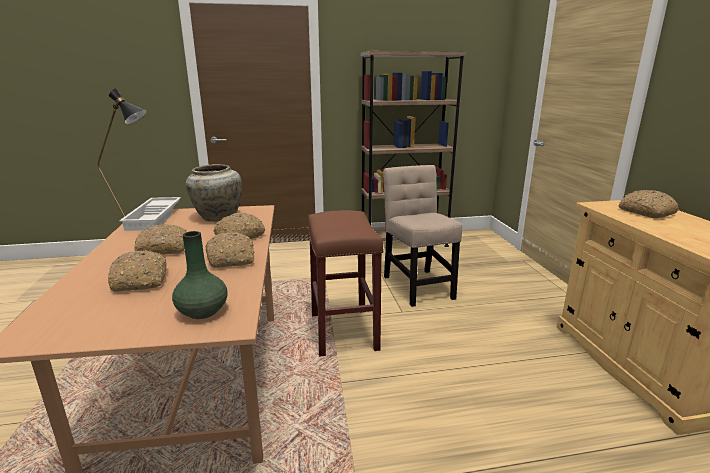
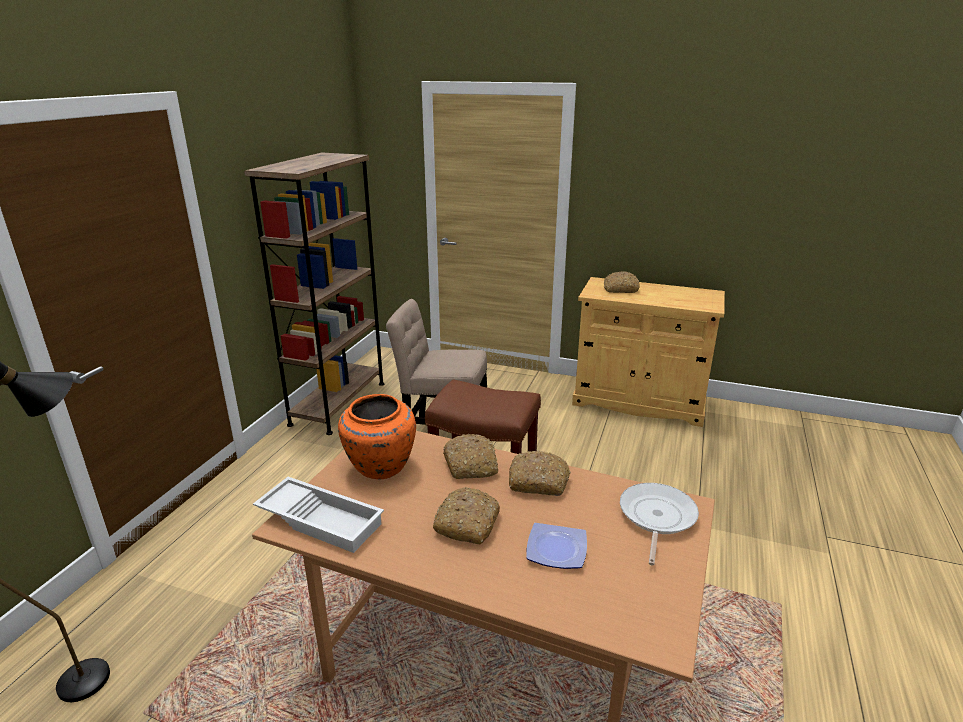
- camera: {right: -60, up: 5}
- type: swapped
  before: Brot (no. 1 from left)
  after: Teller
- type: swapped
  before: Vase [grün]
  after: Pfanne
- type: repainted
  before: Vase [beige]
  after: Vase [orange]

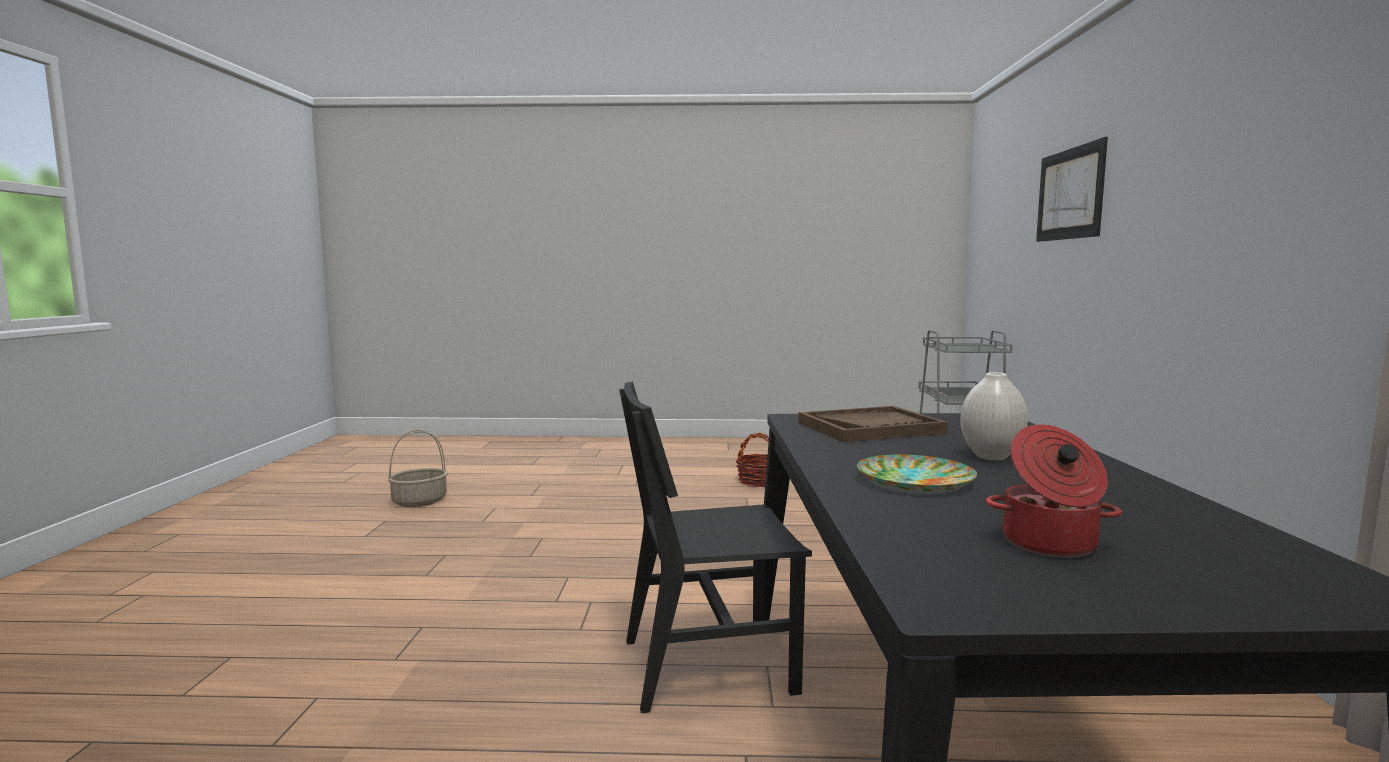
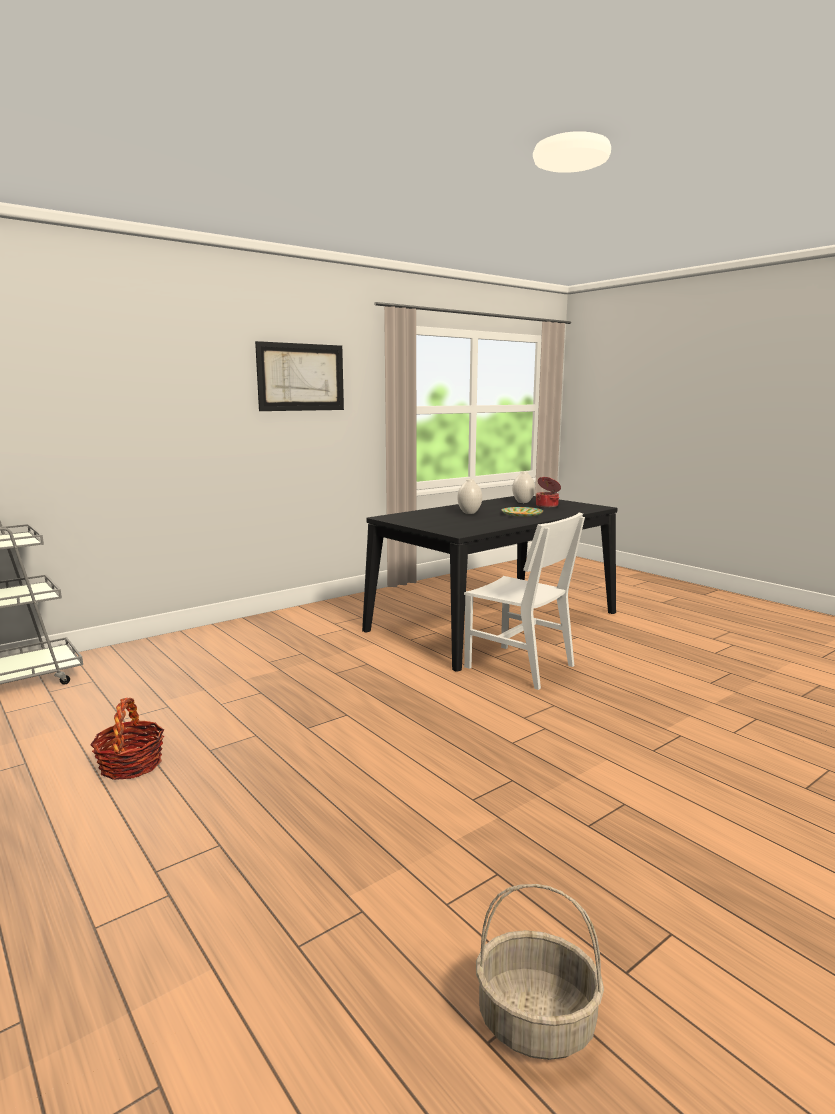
- camera: {right: -130, up: 5}
- type: repainted
  before: Stuhl [schwarz]
  after: Stuhl [weiß]
- type: gone
  before: Tablett [braun]
- type: shifted
  before: Bild
- type: new
  after: Vase [weiß] (no. 2 from left)

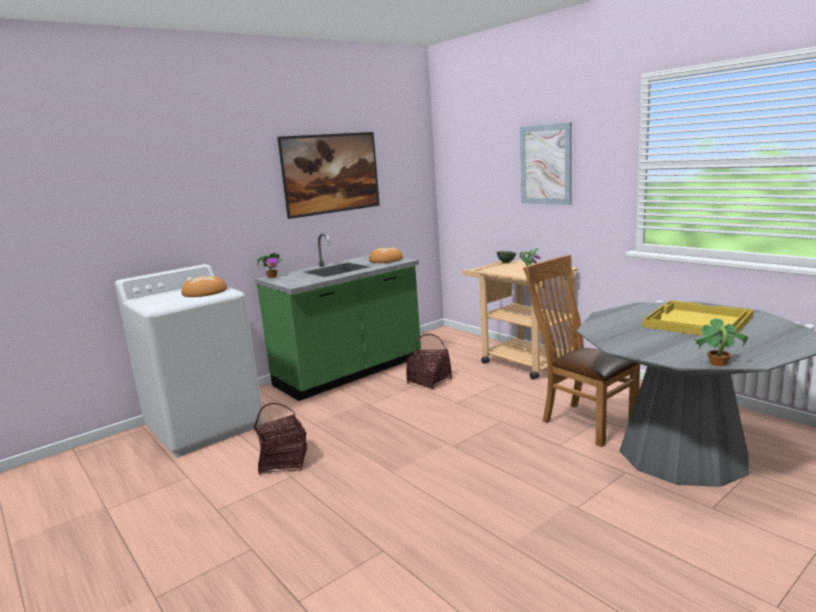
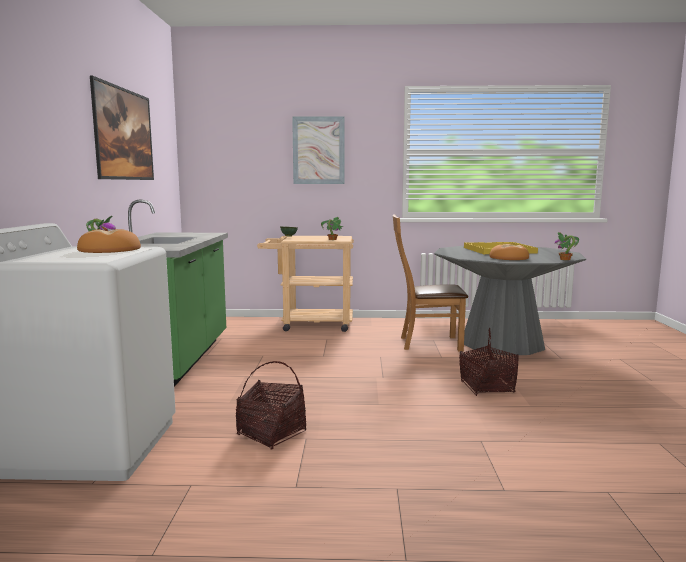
- camera: {right: -50, up: -5}
- type: shifted
  before: Brot (no. 2 from left)
- type: shifted
  before: Korb (no. 2 from left)

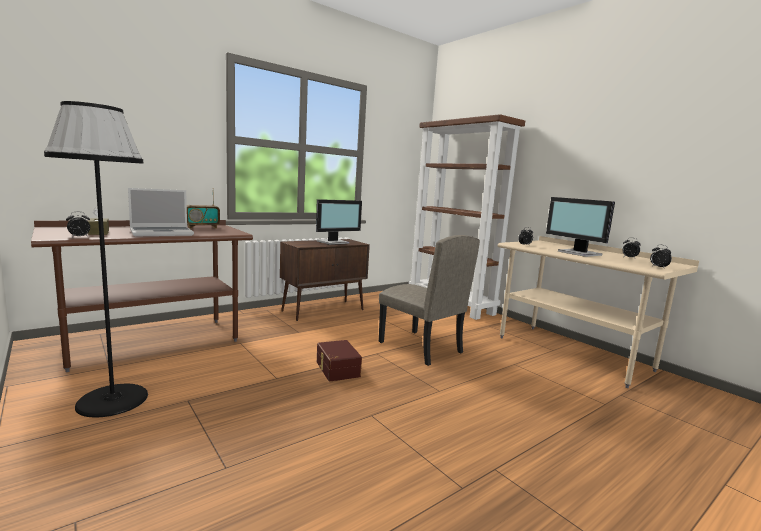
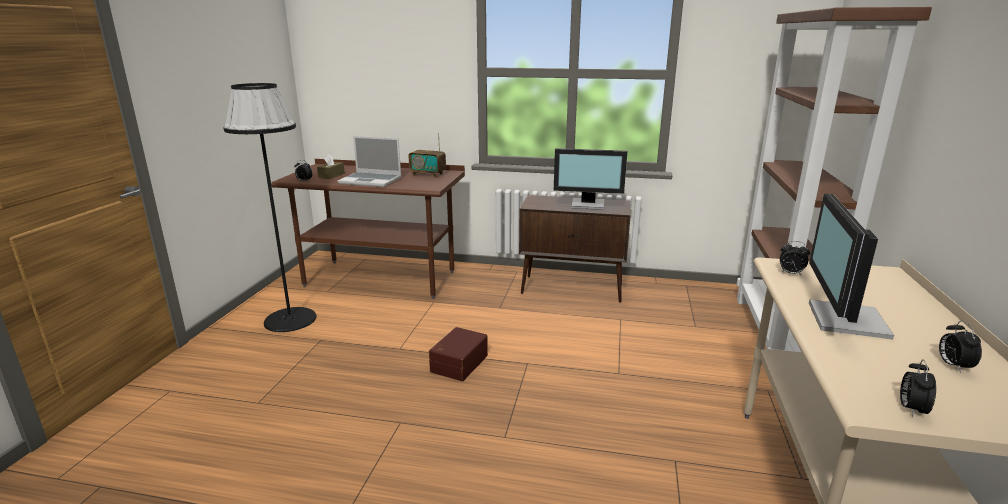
- camera: {right: 50, up: 10}
- type: gone
  before: Stuhl [beige]

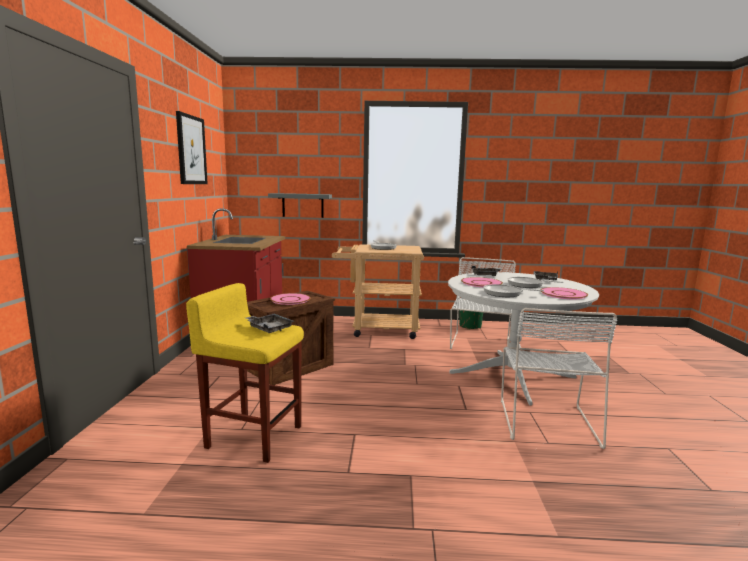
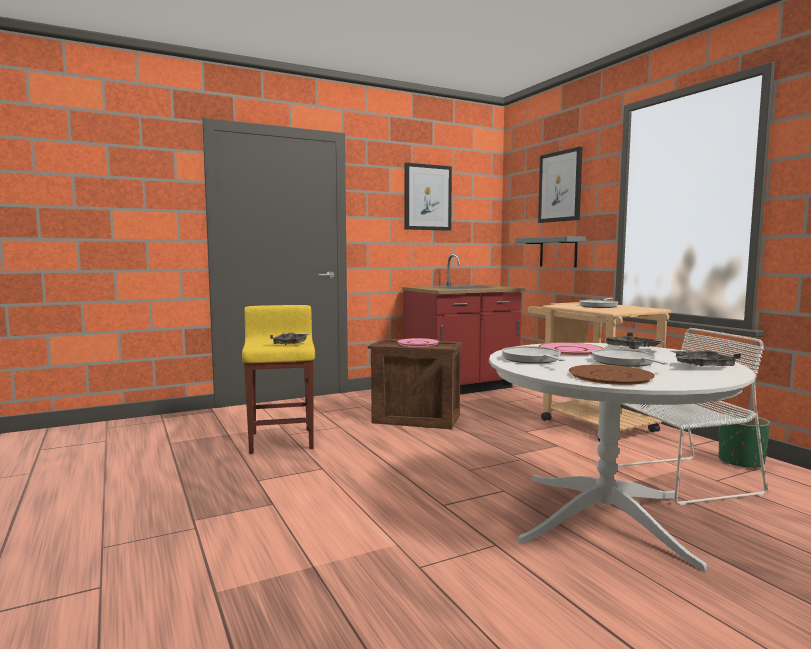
- camera: {right: 60, up: -5}
- type: gone
  before: Stuhl [weiß] (no. 2 from left)
- type: repainted
  before: Teller [rosa] (no. 3 from left)
  after: Teller [braun]
- type: new
  after: Bild (no. 2 from left)

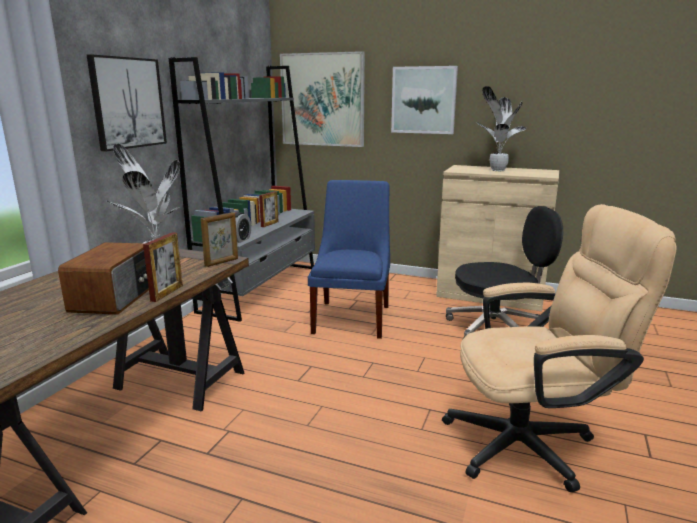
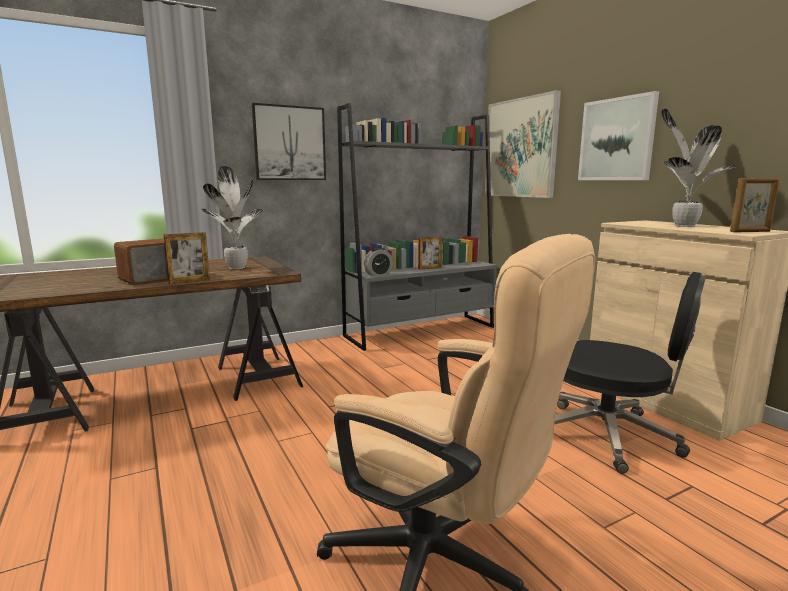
- camera: {right: 40, up: -5}
- type: shifted
  before: Bilderrahmen (no. 2 from left in the first image)
  after: Bilderrahmen (no. 3 from left)
- type: gone
  before: Stuhl [blau]

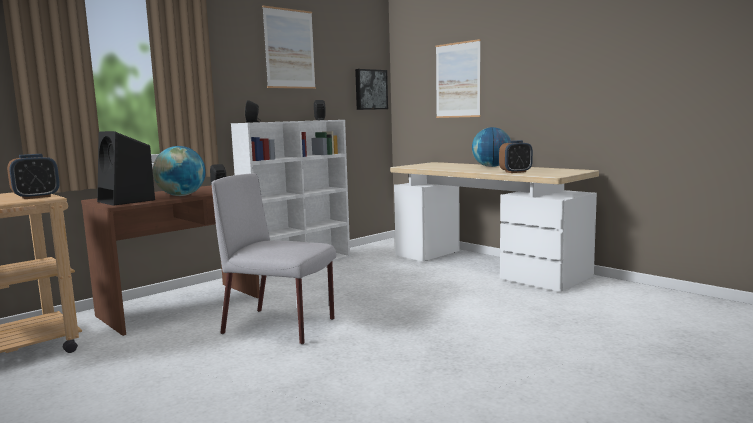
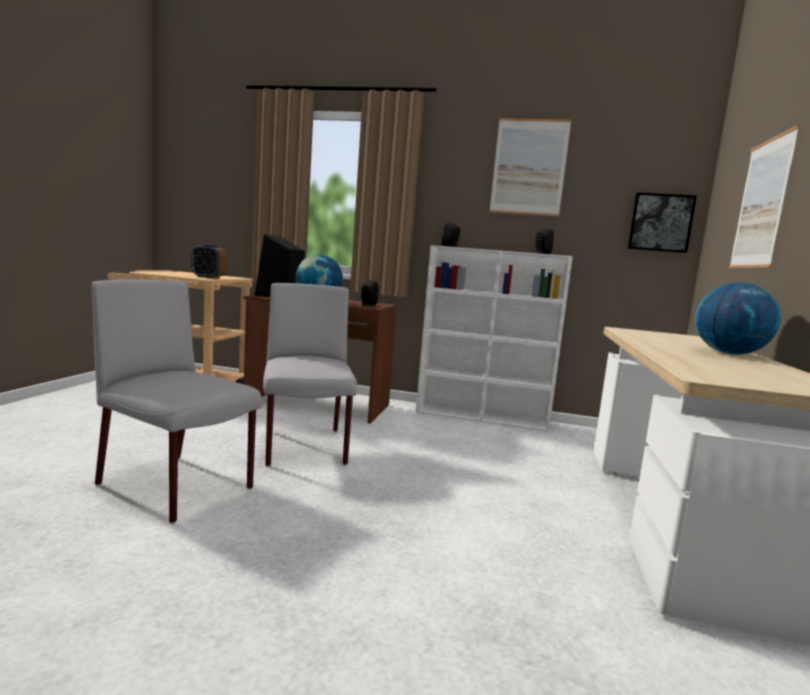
- camera: {right: 55, up: 0}
- type: gone
  before: Wecker (no. 2 from left)
- type: new
  after: Stuhl [grau] (no. 1 from left)

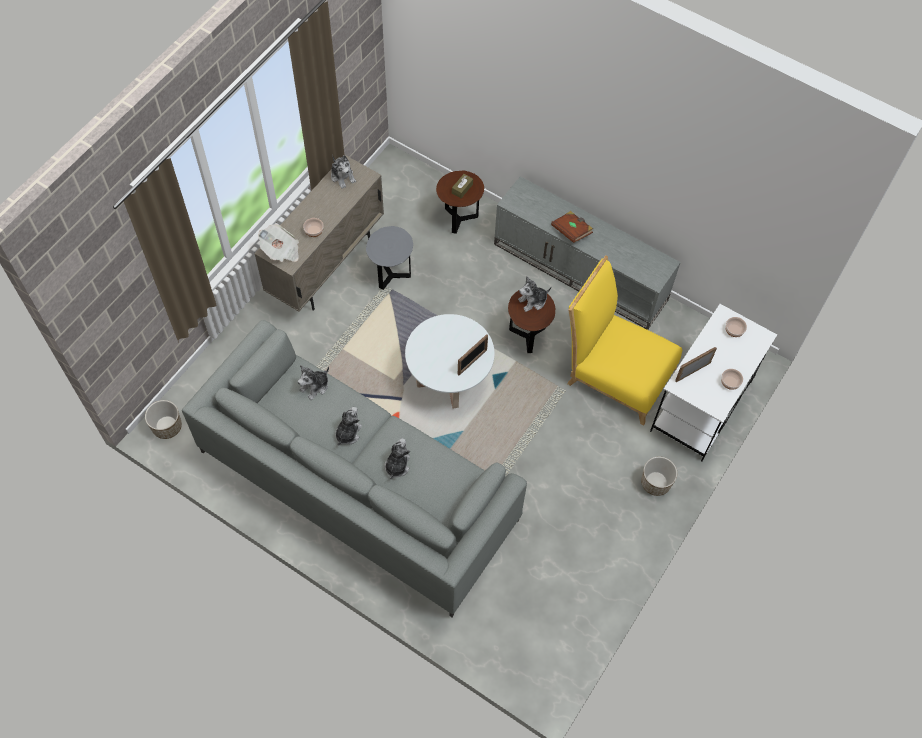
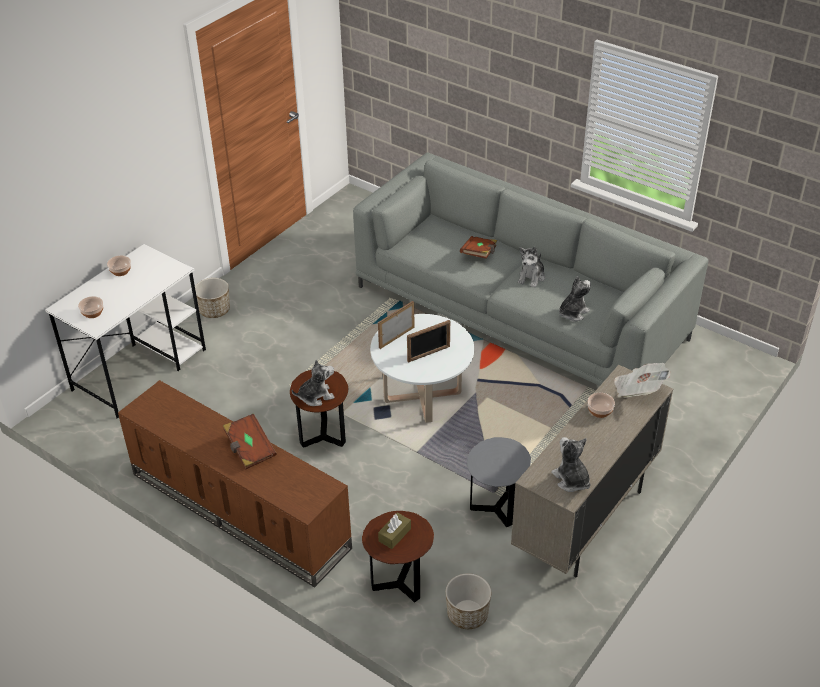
- camera: {right: -175, up: -20}
- type: shifted
  before: Pflanzkübel (no. 1 from left in the first image)
  after: Pflanzkübel (no. 2 from left)
- type: swapped
  before: Plüschtier (no. 4 from left)
  after: Buch [braun] (no. 2 from left)
- type: repainted
  before: Fernsehschrank [grau]
  after: Fernsehschrank [braun]
- type: gone
  before: Stuhl [gelb]
- type: shifted
  before: Bilderrahmen (no. 2 from left)

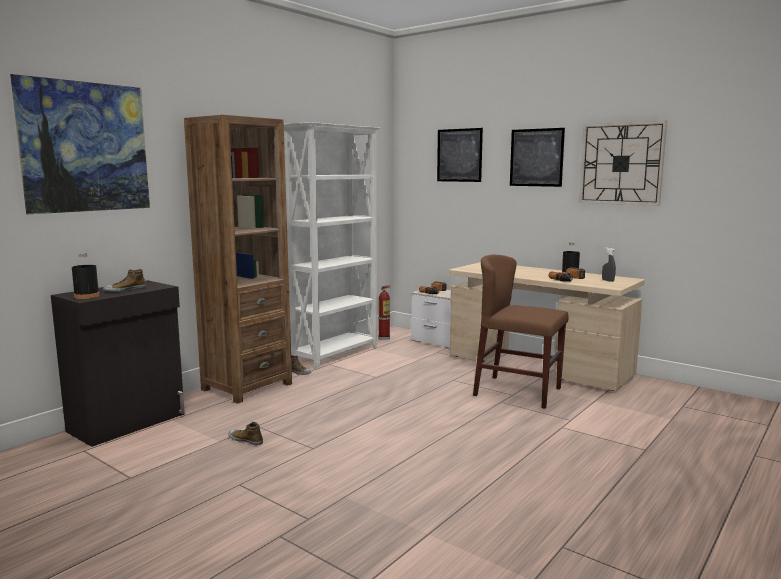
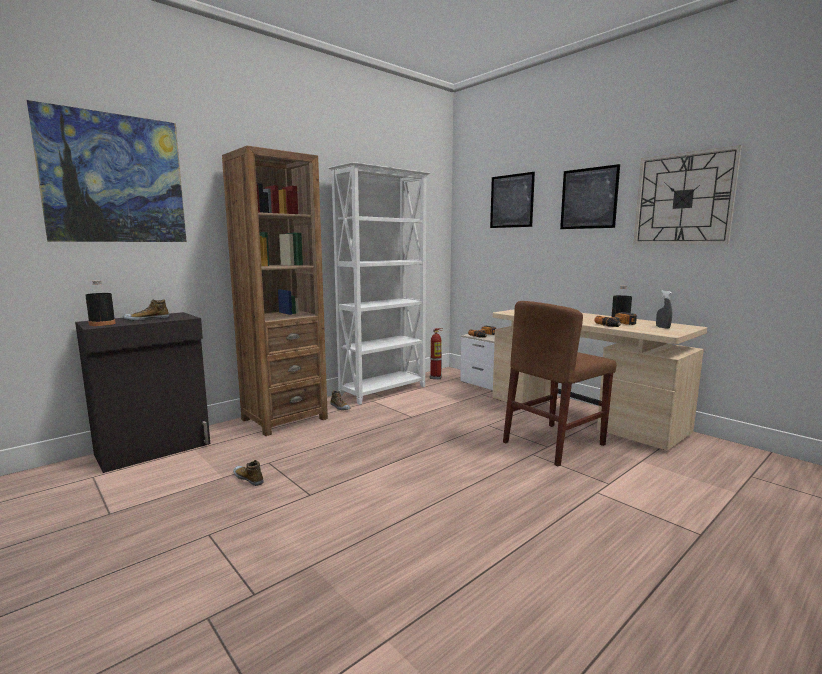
- camera: {right: 10, up: 0}
- type: rotated
  before: Stuhl [braun]
  turn: -75

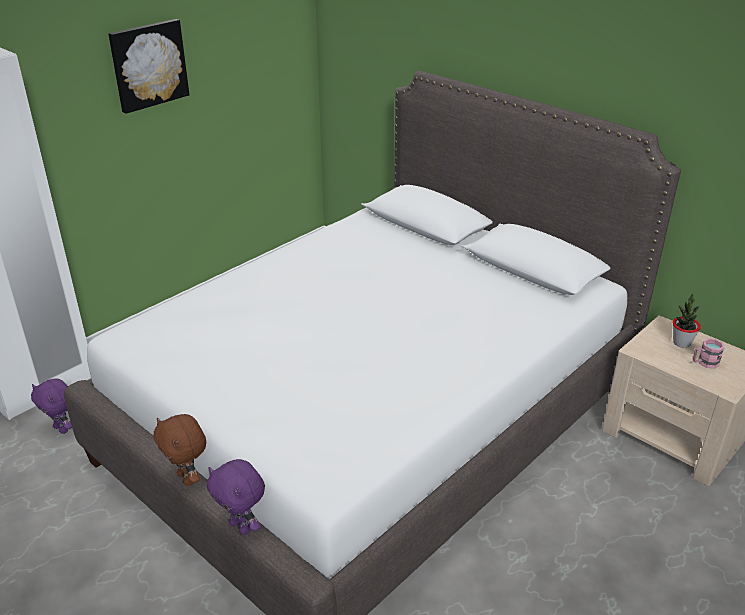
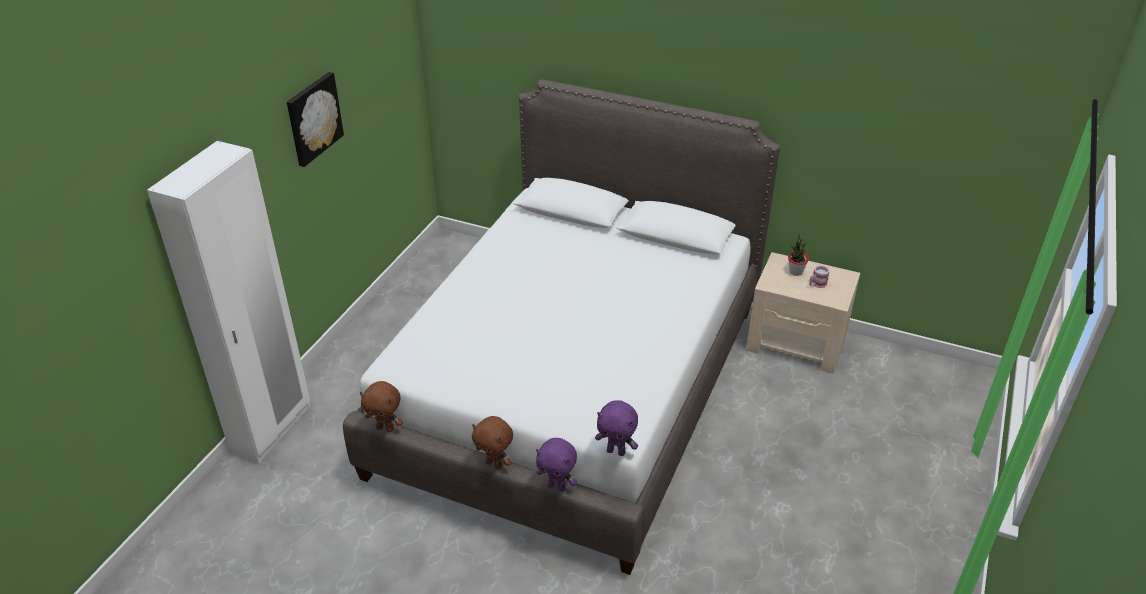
- camera: {right: -20, up: 5}
- type: shifted
  before: Plüschtier [lila] (no. 1 from left in the first image)
  after: Plüschtier [lila] (no. 2 from left)
- type: new
  after: Plüschtier [braun] (no. 1 from left)

